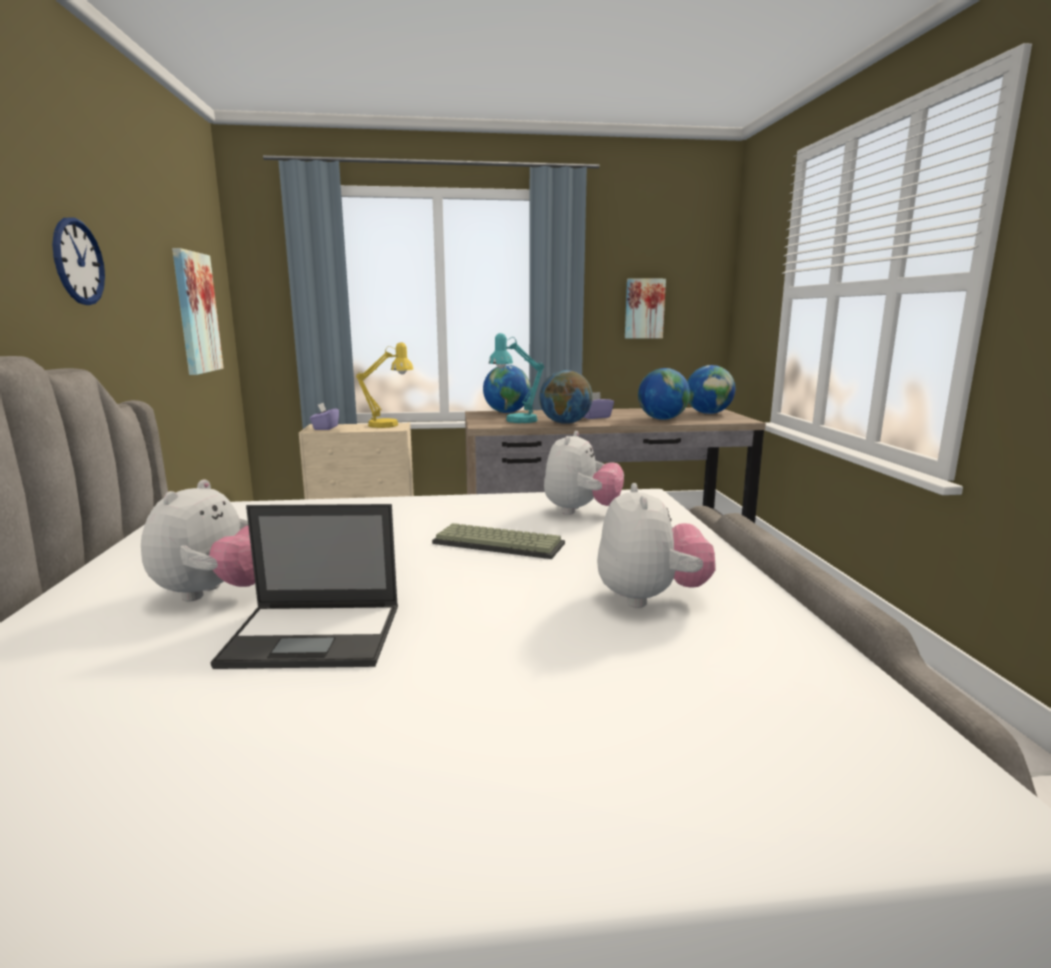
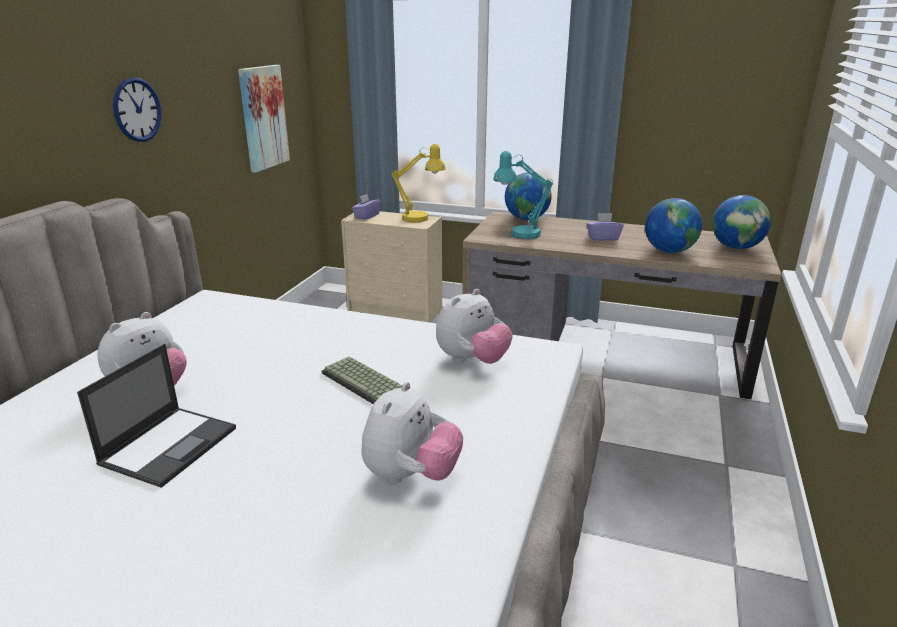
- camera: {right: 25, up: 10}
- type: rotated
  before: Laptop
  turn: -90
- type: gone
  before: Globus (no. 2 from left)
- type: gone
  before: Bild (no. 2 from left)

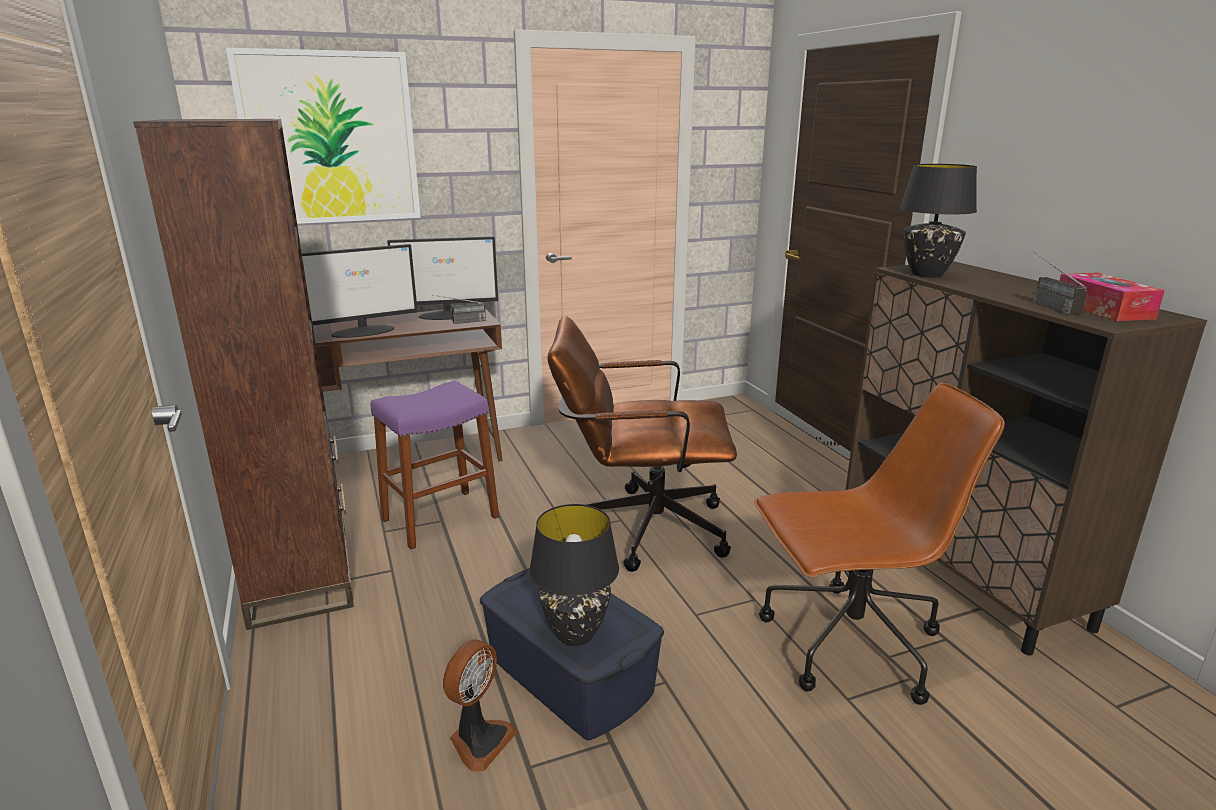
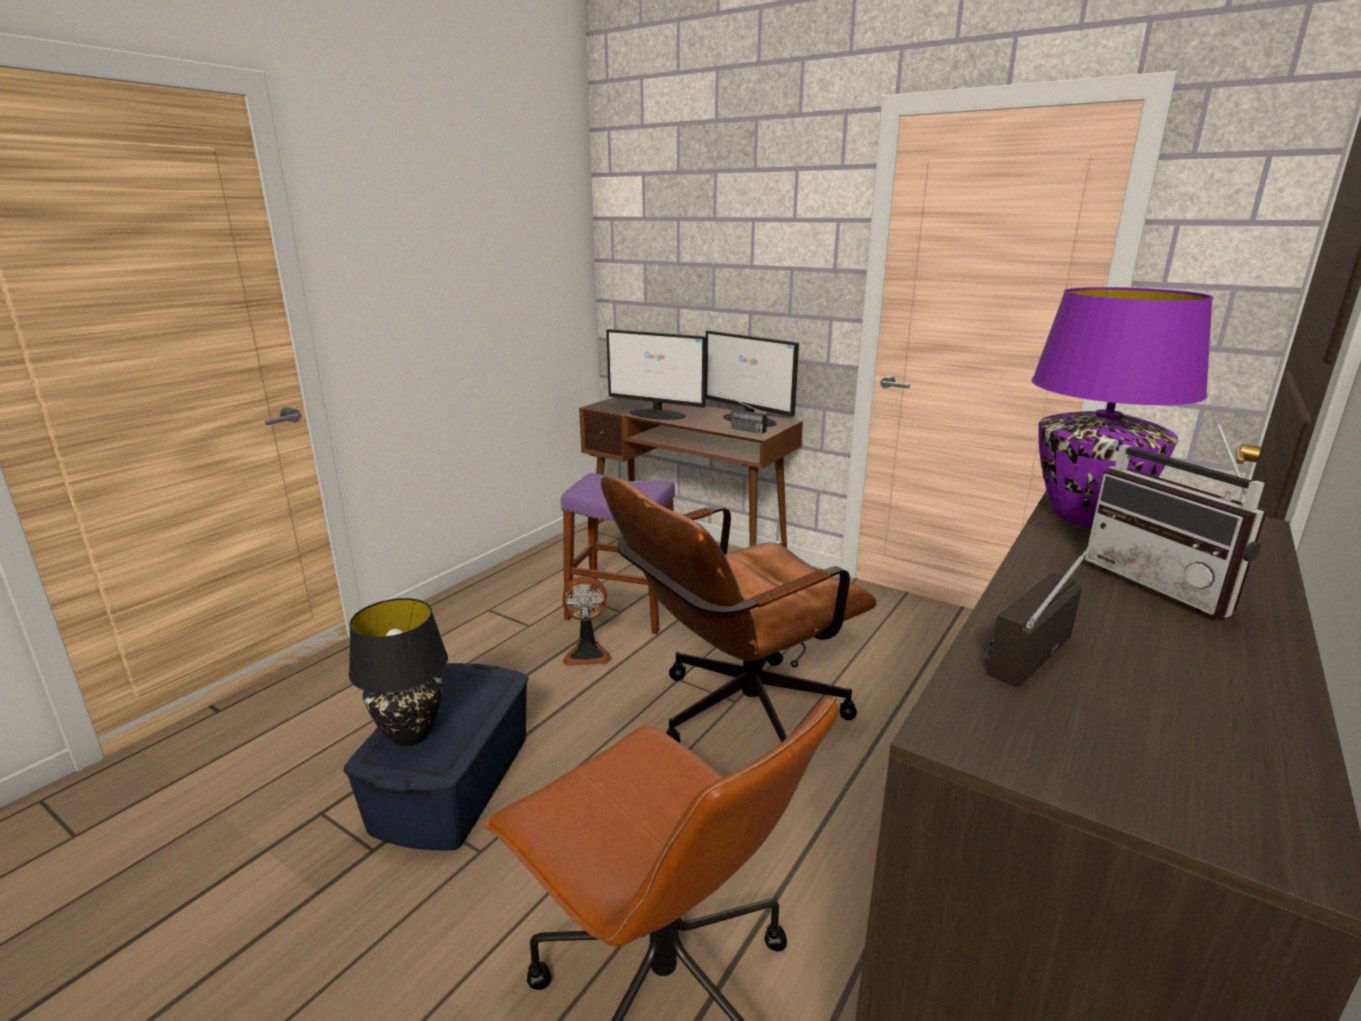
- camera: {right: 55, up: 0}
- type: gone
  before: Bücherregal [braun]
- type: gone
  before: Bild
- type: shifted
  before: Ventilator
- type: rotated
  before: Bürostuhl [braun] (no. 1 from left in the first image)
  turn: -90
- type: repainted
  before: Tischlampe [schwarz] (no. 2 from left)
  after: Tischlampe [lila]
- type: gone
  before: Taschentuchbox
- type: new
  after: Radio (no. 3 from left)

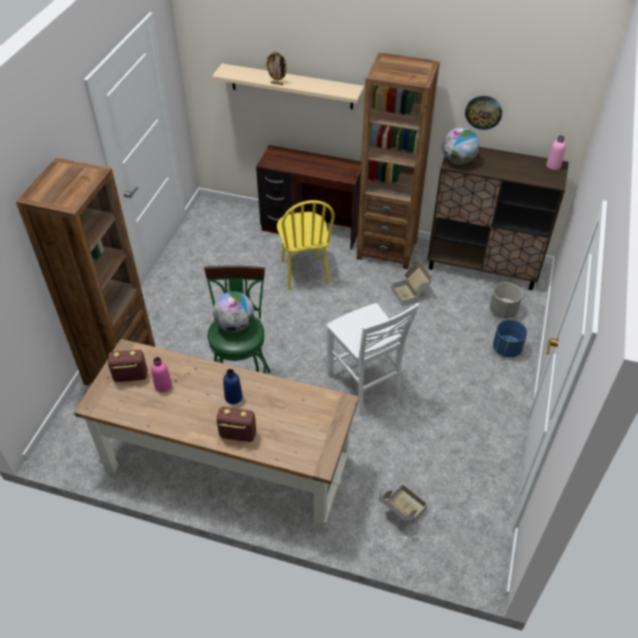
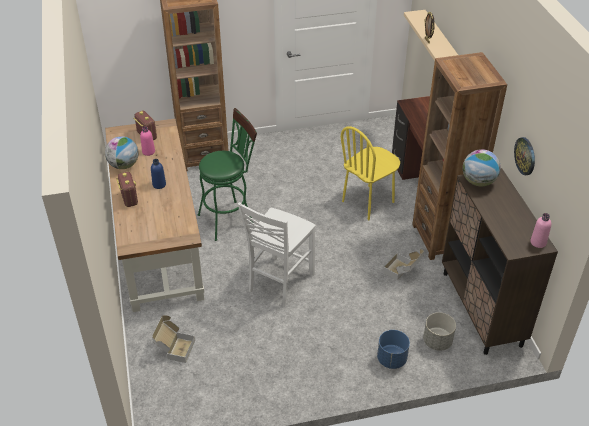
- camera: {right: 60, up: -5}
- type: shifted
  before: Globus (no. 1 from left)

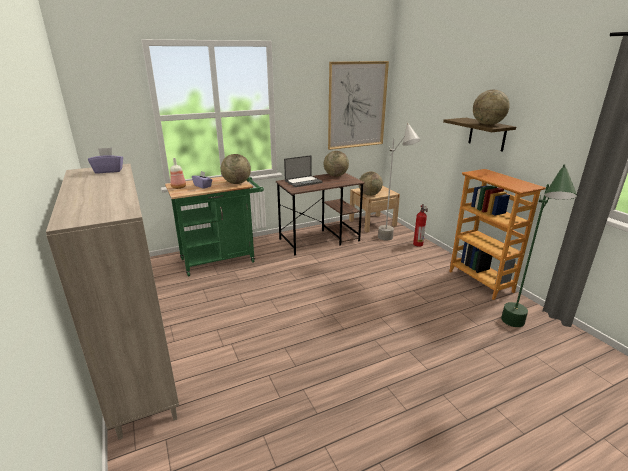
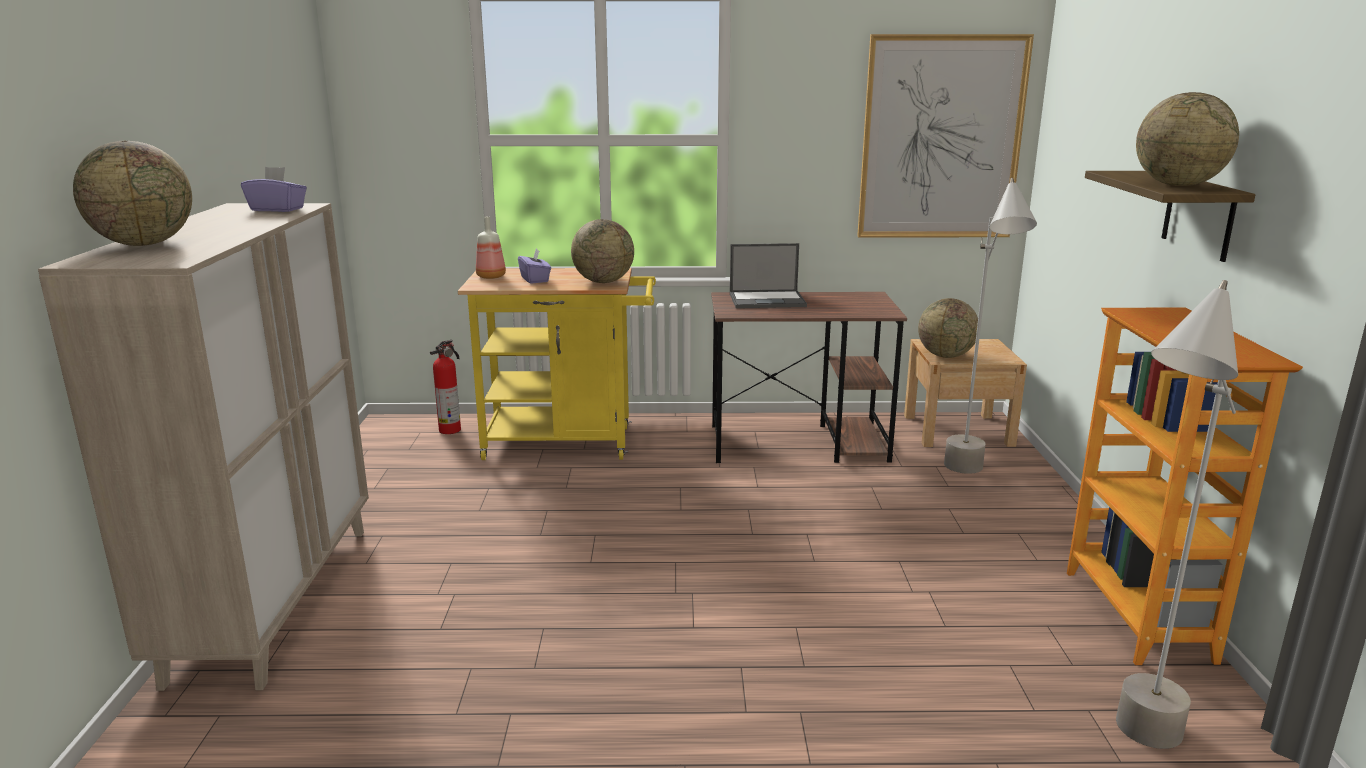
- camera: {right: 25, up: -5}
- type: repainted
  before: Rollwagen [grün]
  after: Rollwagen [gelb]
- type: shifted
  before: Globus (no. 2 from left in the first image)
  after: Globus (no. 1 from left)
- type: shifted
  before: Feuerlöscher
- type: repainted
  before: Stehlampe [grün]
  after: Stehlampe [grau] (no. 2 from left)

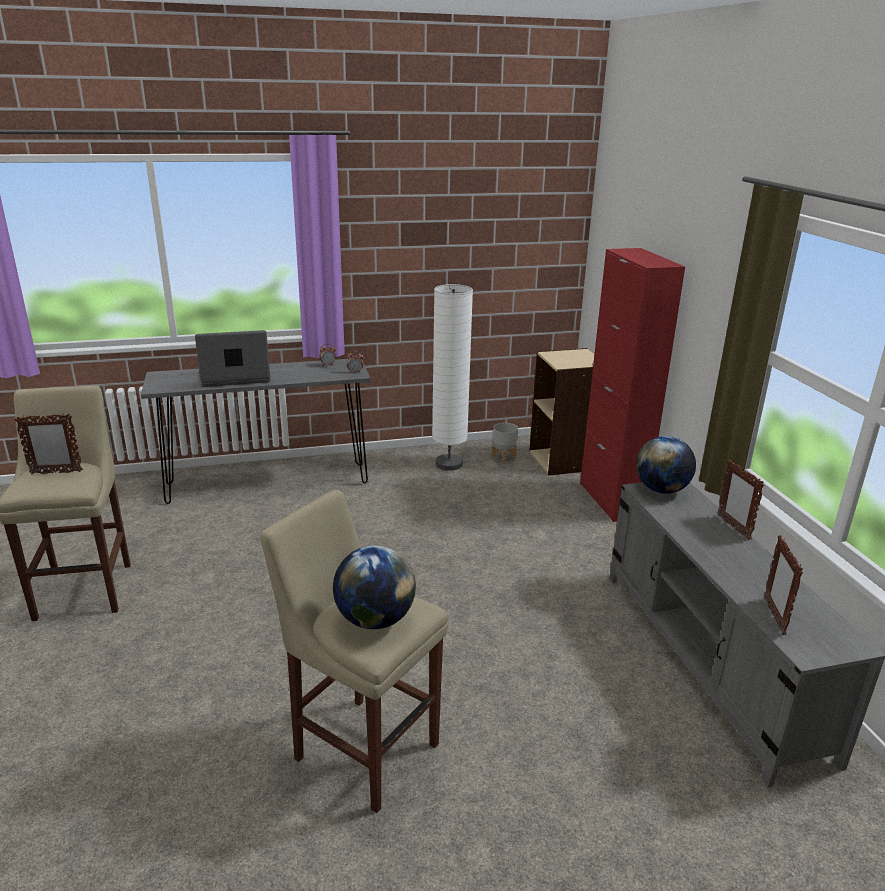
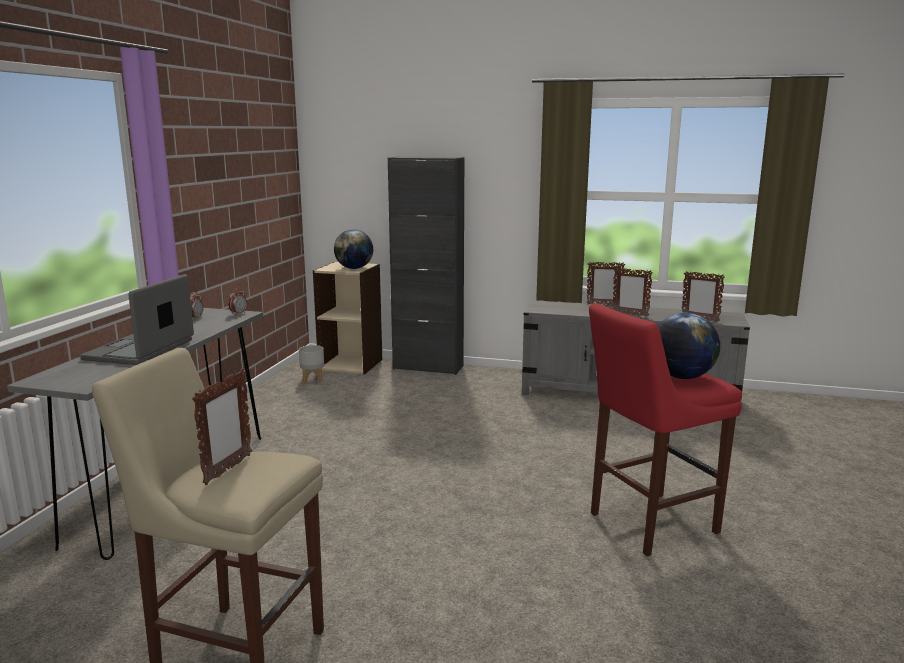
- camera: {right: -60, up: -10}
- type: repainted
  before: Hocker [beige] (no. 2 from left)
  after: Hocker [rot]
- type: gone
  before: Stehlampe [weiß]
- type: repainted
  before: Schrank [rot]
  after: Schrank [schwarz]
- type: shifted
  before: Globus (no. 2 from left in the first image)
  after: Globus (no. 1 from left)
- type: new
  after: Bilderrahmen (no. 3 from left)

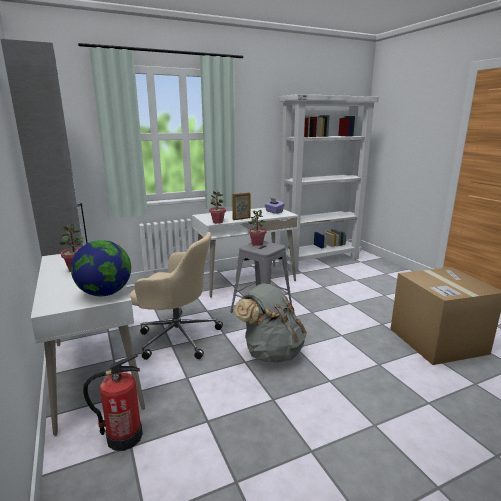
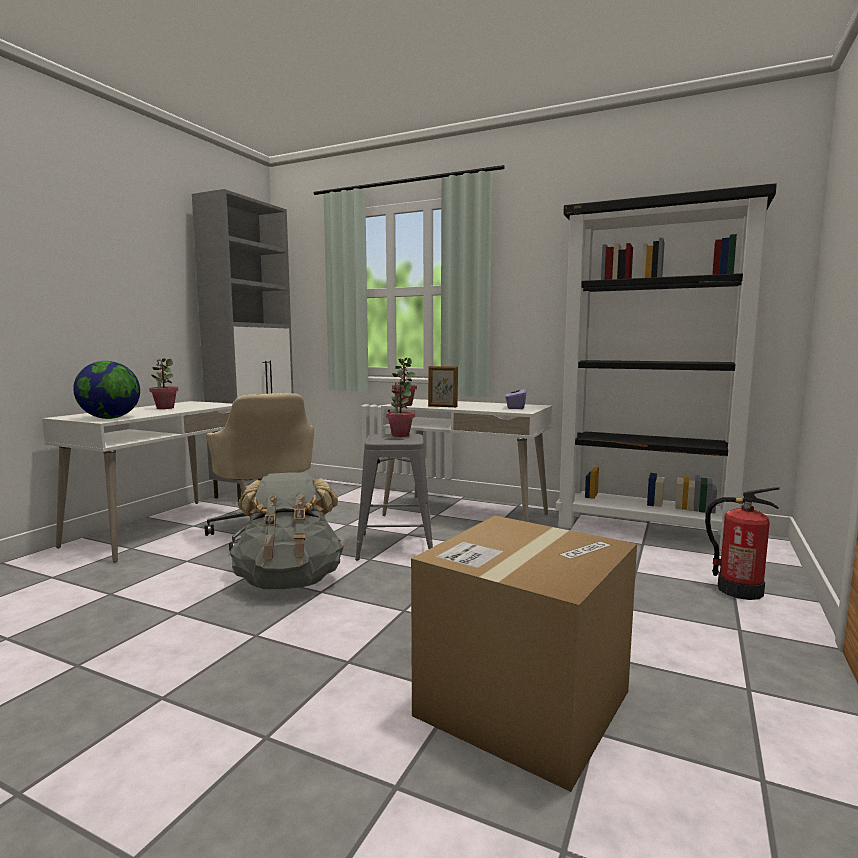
- camera: {right: 50, up: -10}
- type: shifted
  before: Feuerlöscher
- type: repainted
  before: Bücherregal [weiß]
  after: Bücherregal [schwarz]

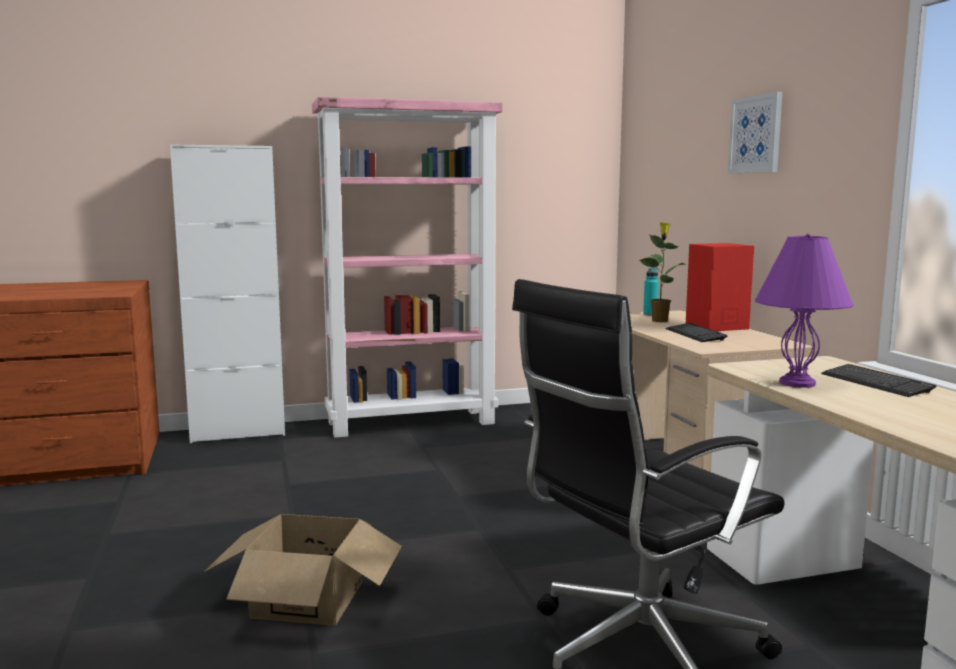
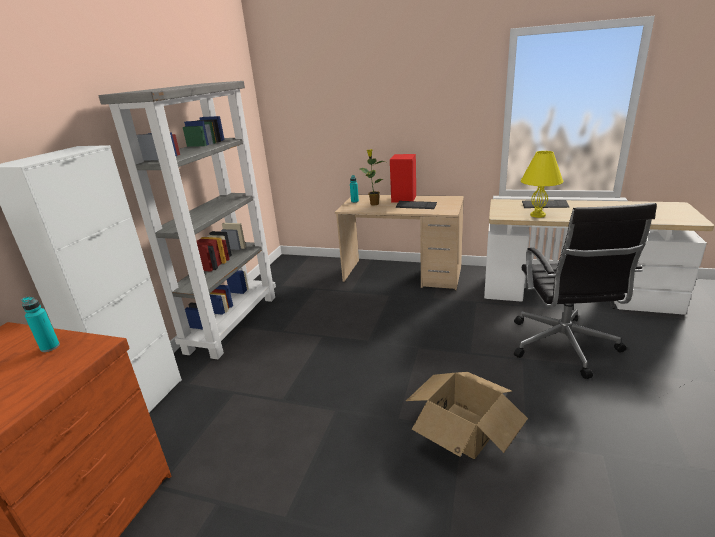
- camera: {right: -55, up: 15}
- type: repainted
  before: Bücherregal [rosa]
  after: Bücherregal [grau]
- type: gone
  before: Bild
- type: repainted
  before: Tischlampe [lila]
  after: Tischlampe [gelb]
- type: new
  after: Flasche [türkis] (no. 1 from left)

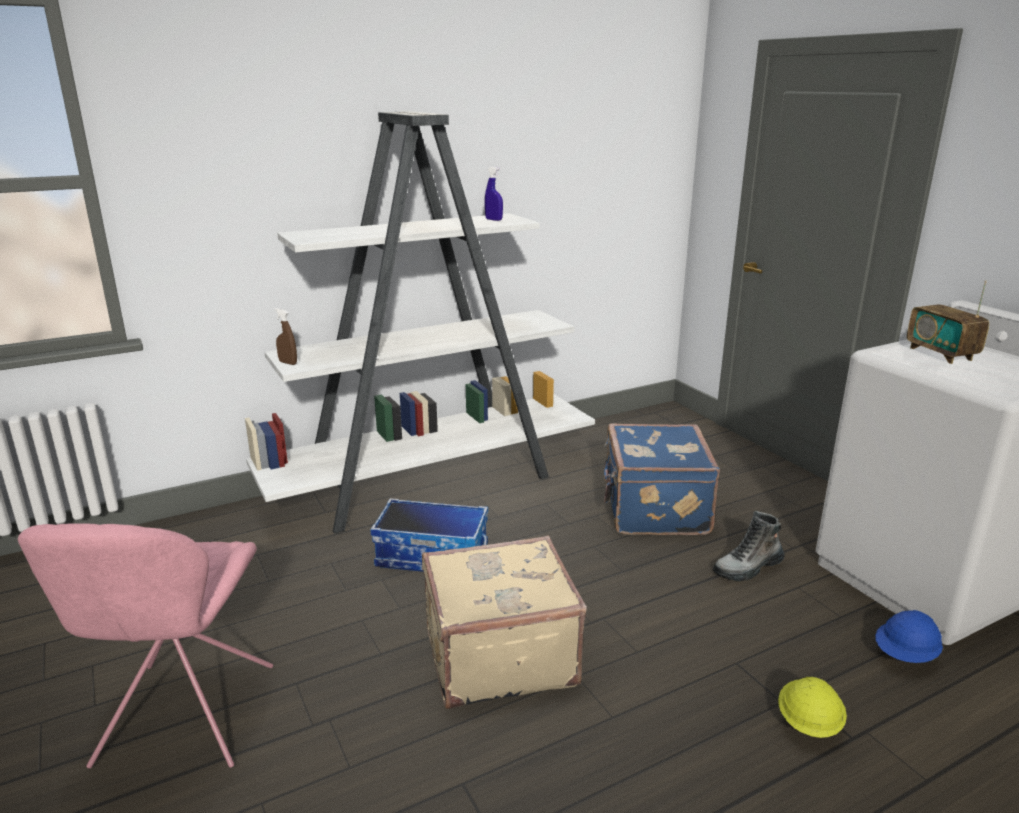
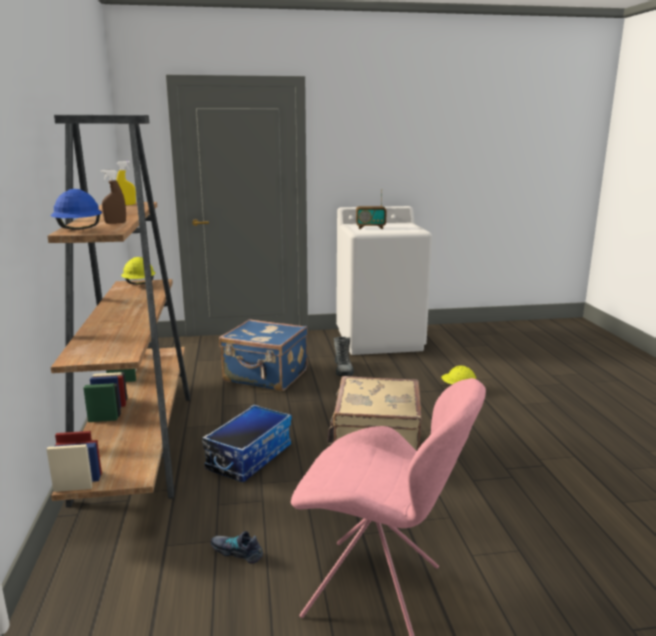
- camera: {right: -70, up: -5}
- type: repainted
  before: Bücherregal [weiß]
  after: Bücherregal [braun]
- type: shifted
  before: Sprühflasche [braun]
- type: repainted
  before: Sprühflasche [blau]
  after: Sprühflasche [gelb]
- type: shifted
  before: Schutzhelm [blau]
- type: new
  after: Schutzhelm [gelb] (no. 1 from left)
- type: new
  after: Schuh

